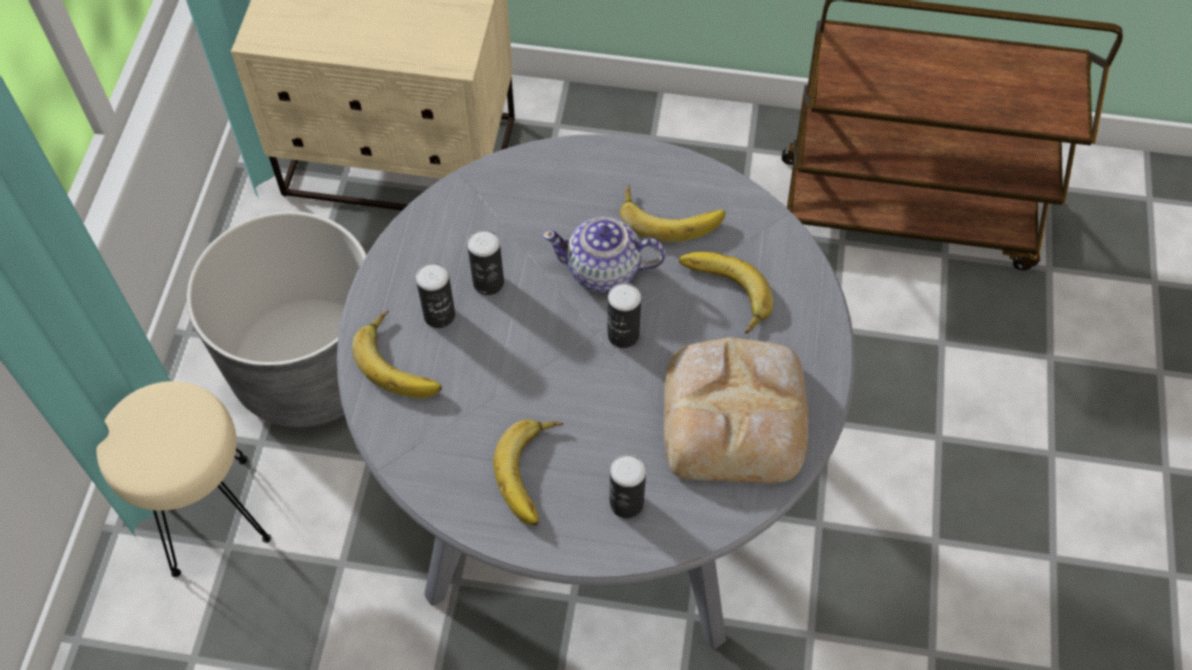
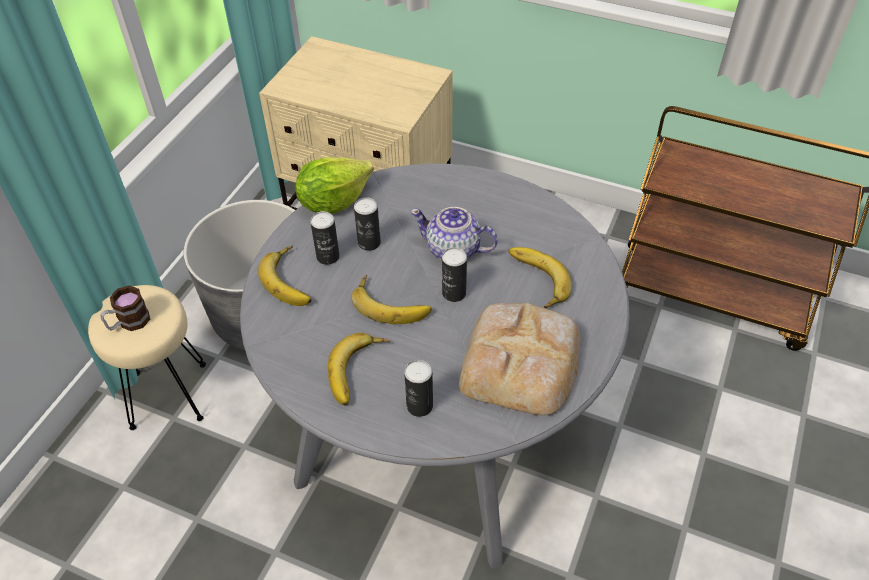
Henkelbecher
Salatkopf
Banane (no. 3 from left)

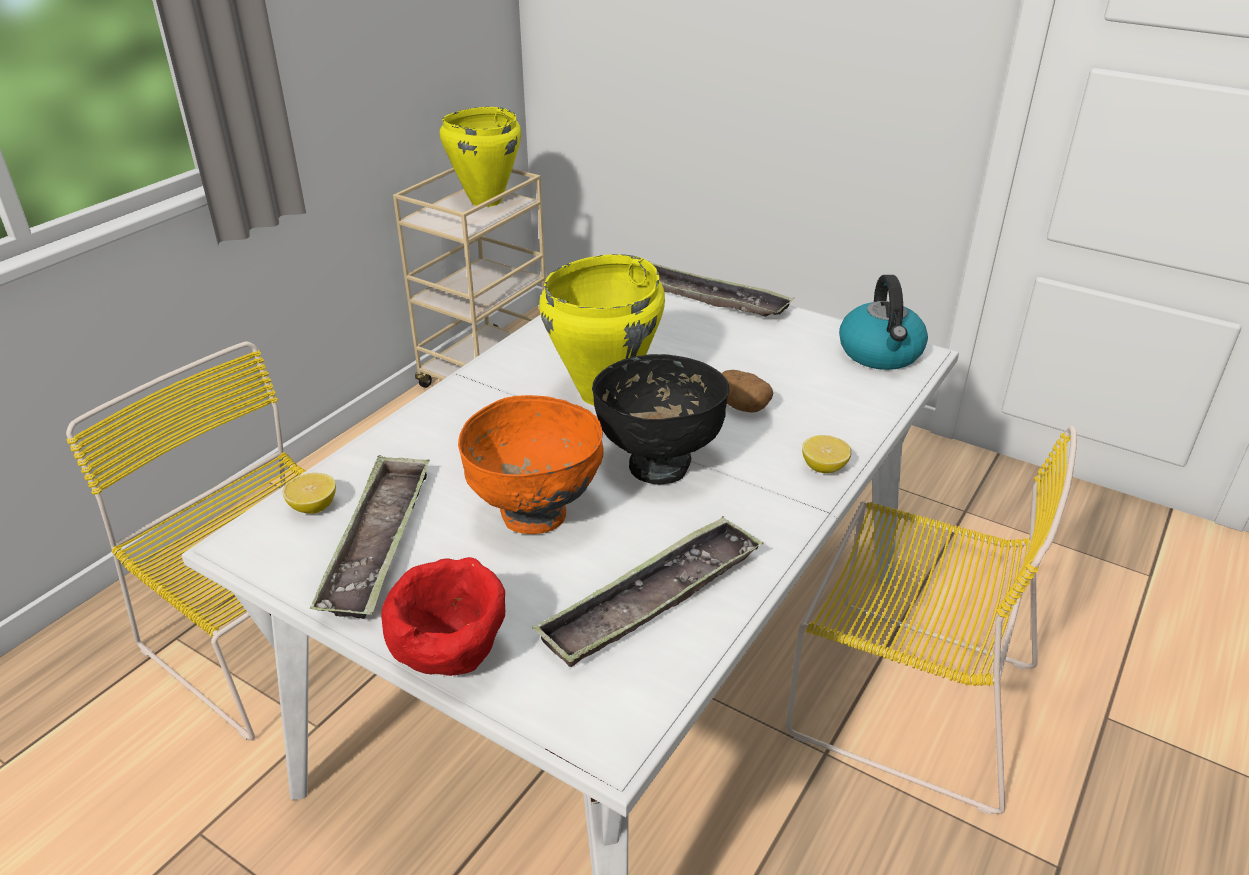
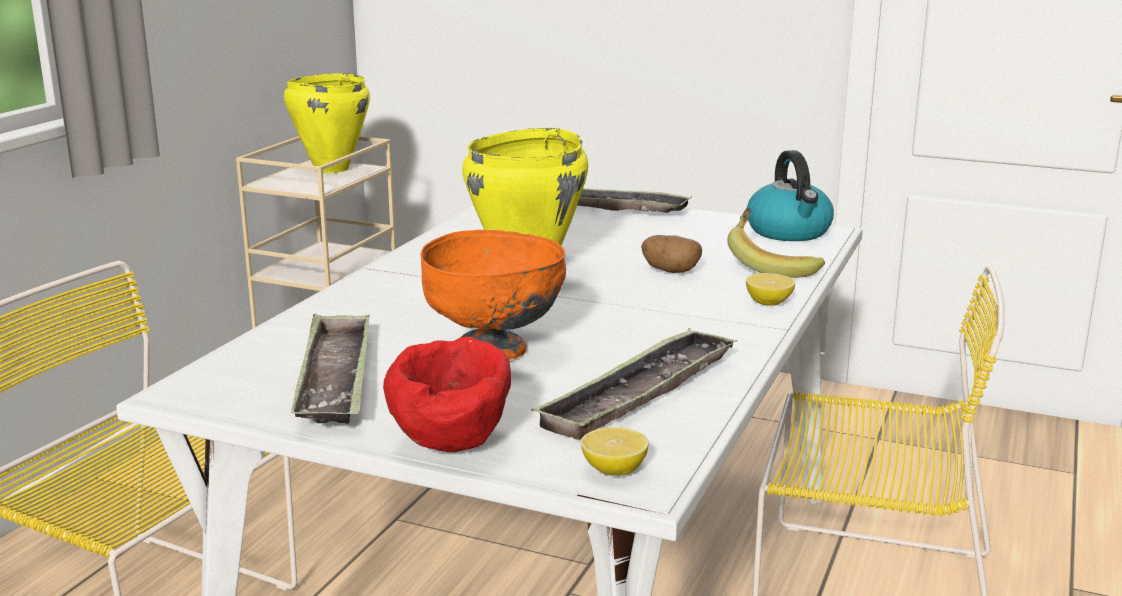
Zitrone (no. 1 from left)
Banane
Schüssel/schwarz

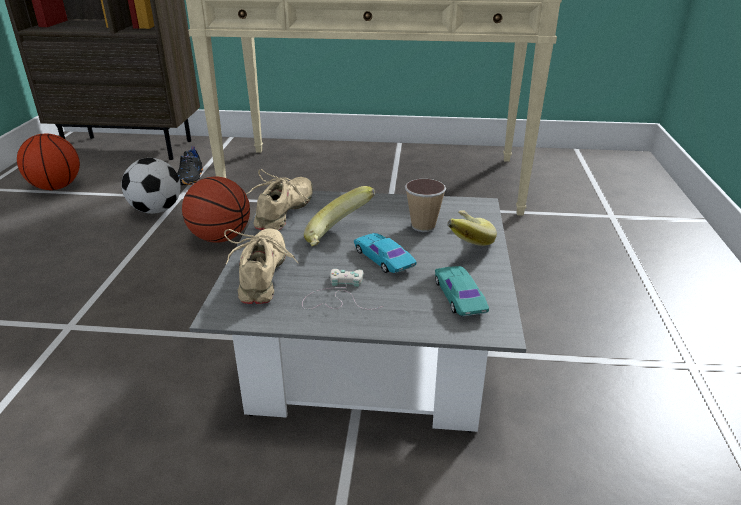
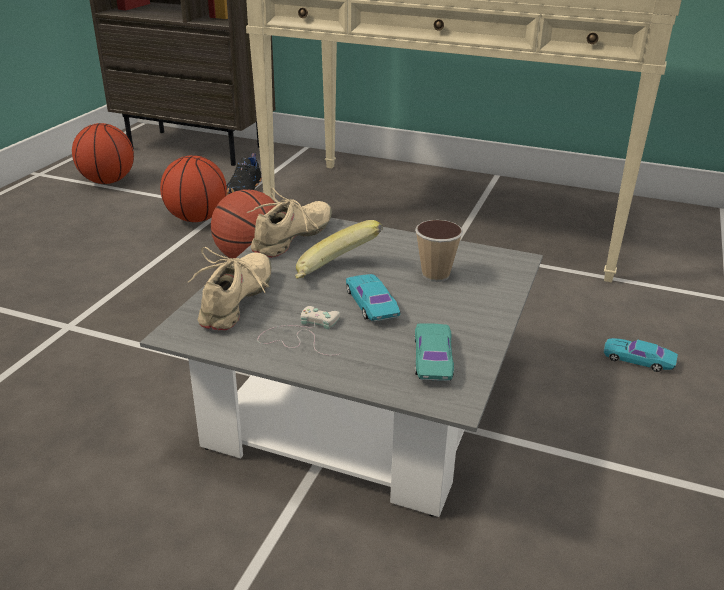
Basketball (no. 2 from left)
Spielzeugauto/türkis (no. 3 from left)
Banane (no. 2 from left in the first image)

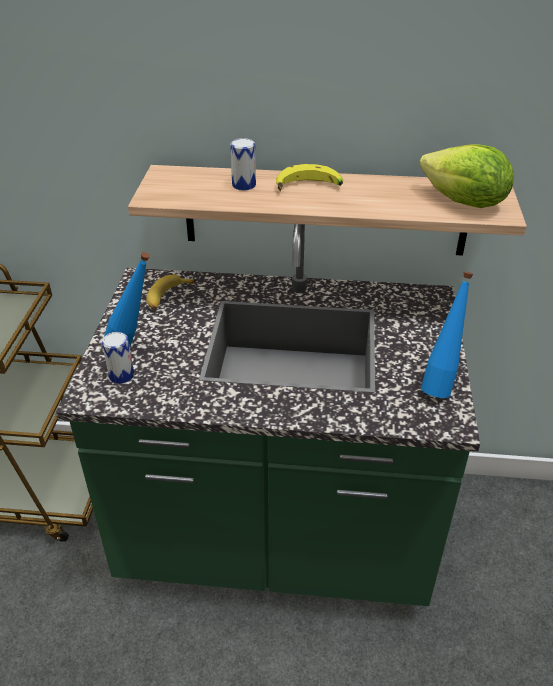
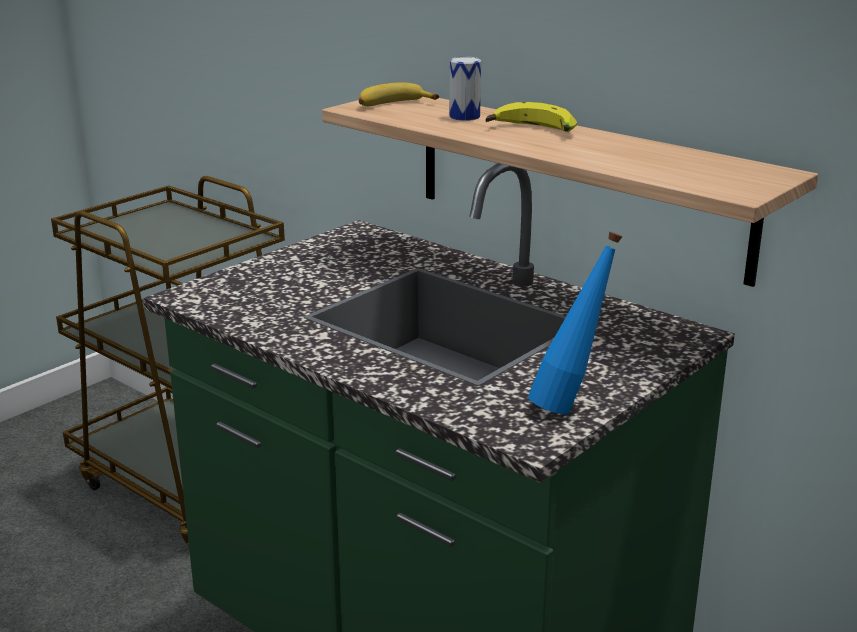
Banane (no. 1 from left)
Dose (no. 1 from left in the first image)
Flasche/blau (no. 1 from left in the first image)
Salatkopf

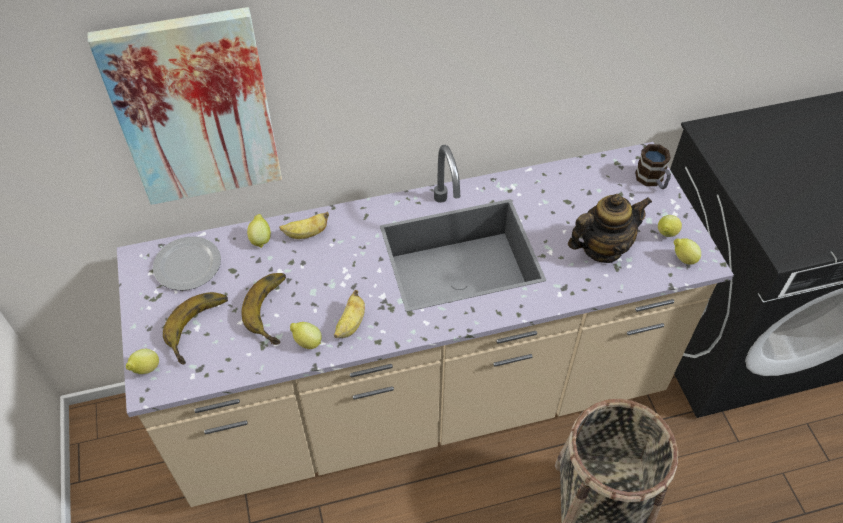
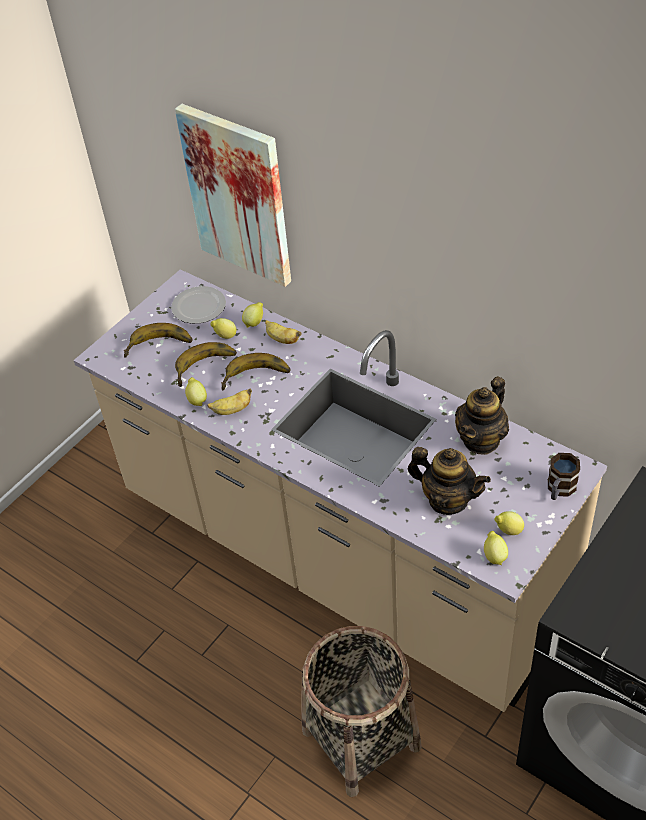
Zitrone (no. 2 from left)
Banane (no. 4 from left)
Teekanne (no. 2 from left)

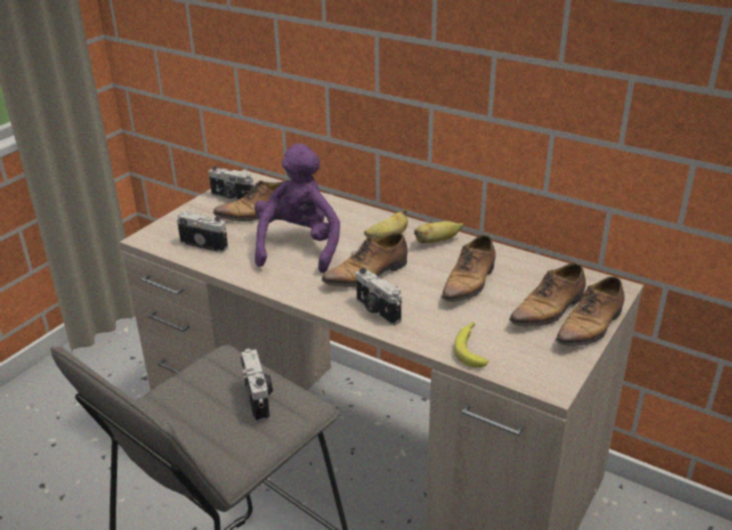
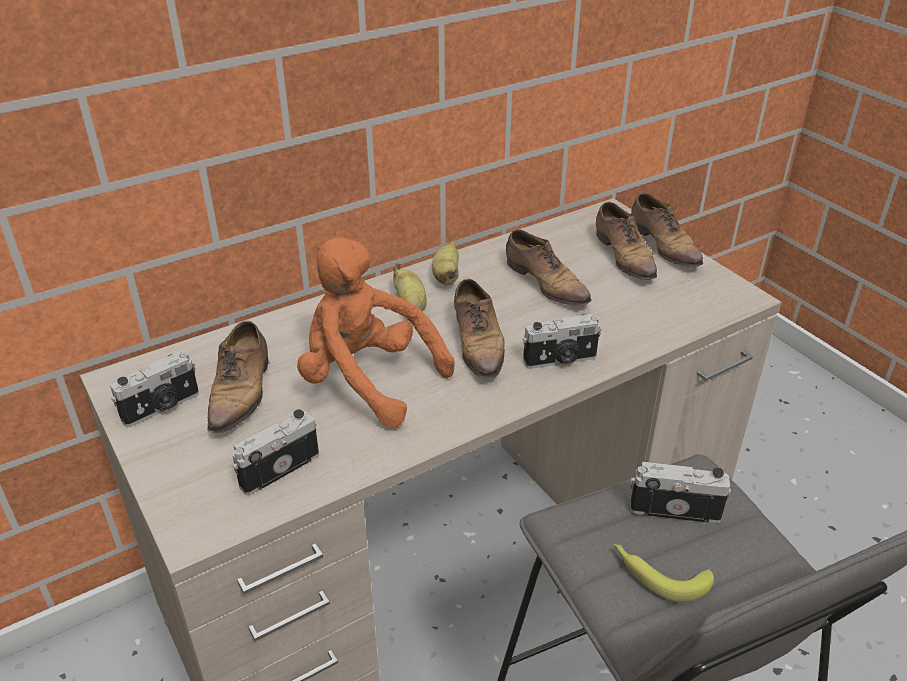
Plüschtier/orange
Banane (no. 3 from left)

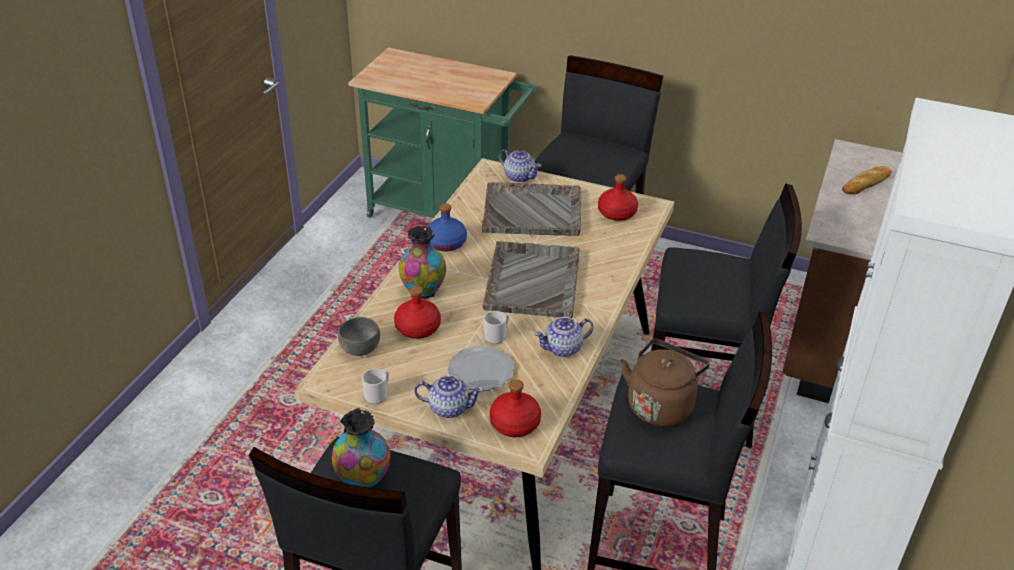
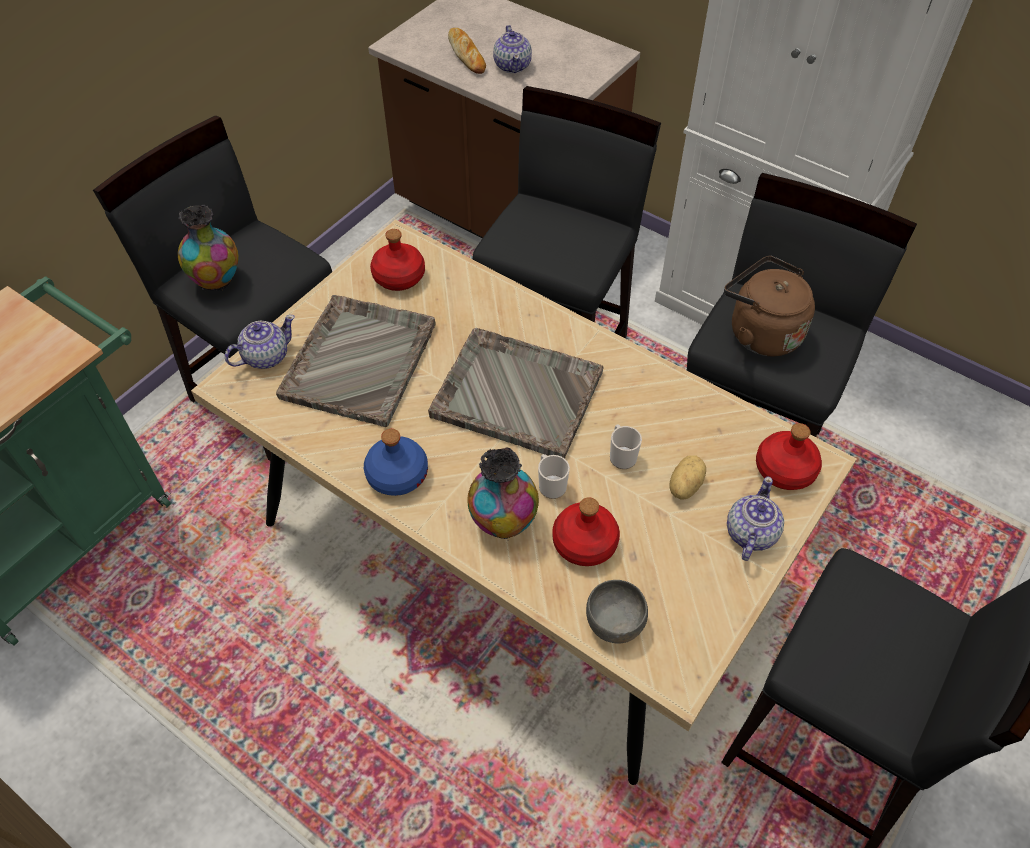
Vase (no. 1 from left)
Teekanne (no. 2 from left)
Henkelbecher (no. 1 from left)
Kartoffel

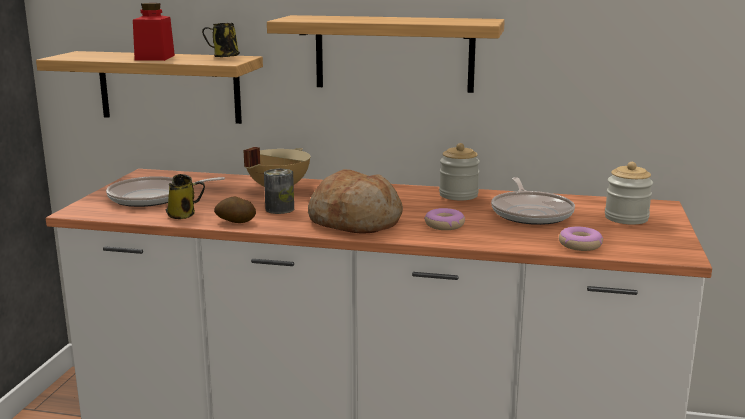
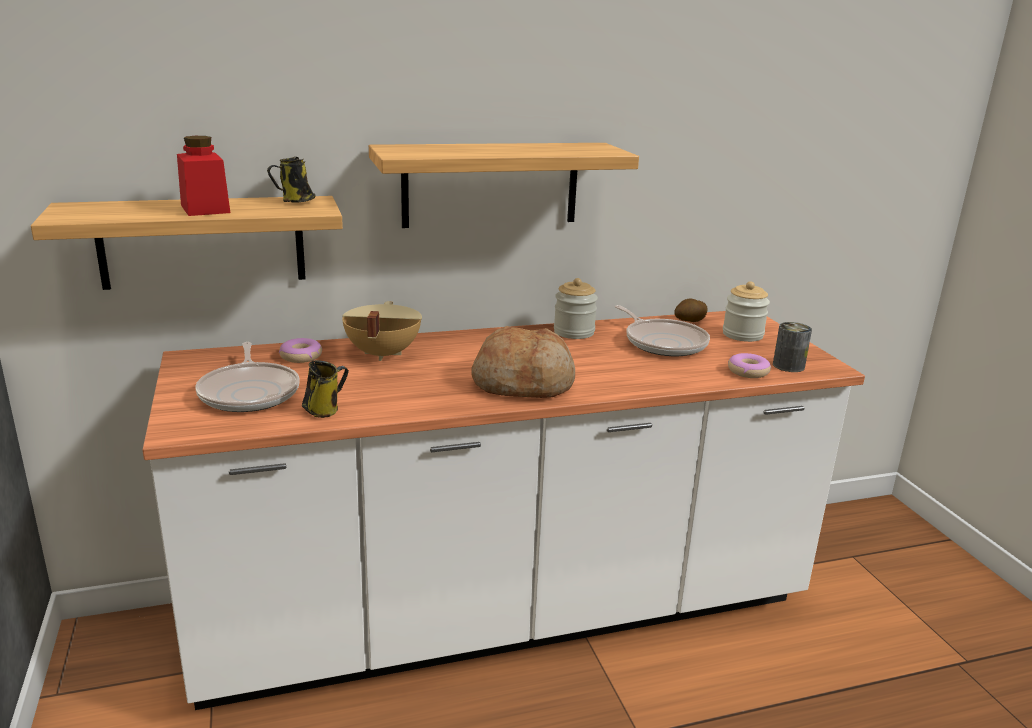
Pfanne (no. 1 from left)
Donut (no. 1 from left)
Kartoffel
Dose

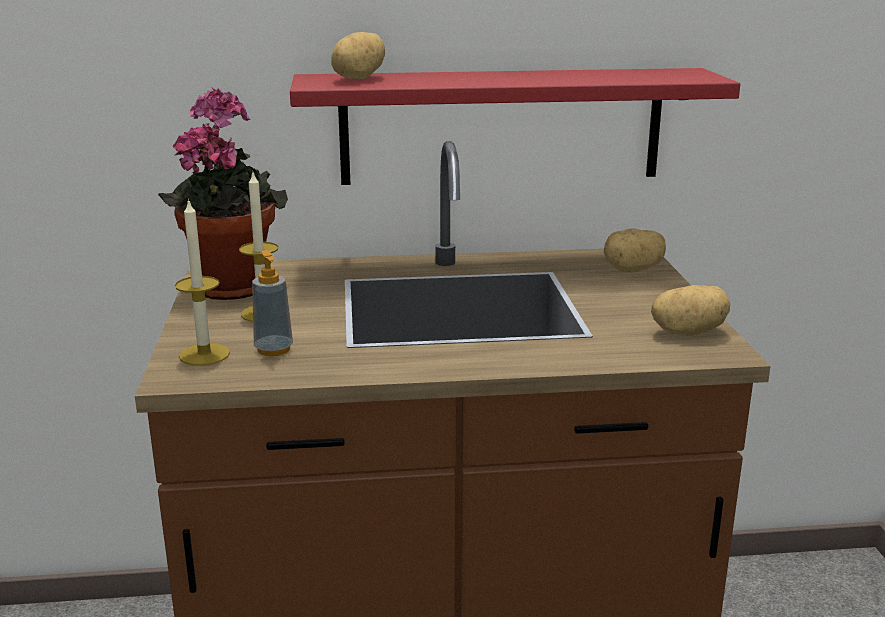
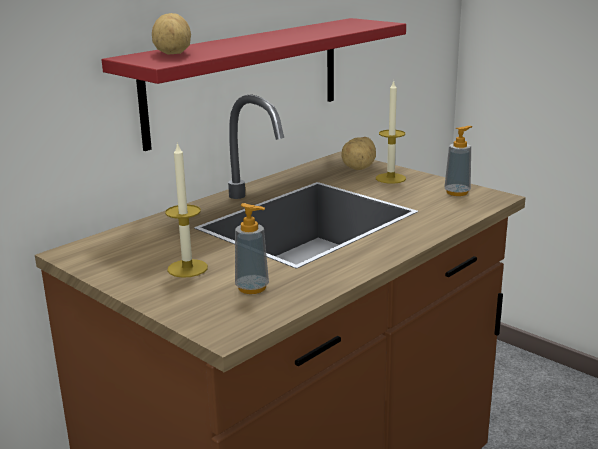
Kerze (no. 2 from left)
Seifenspender (no. 2 from left)
Topfpflanze

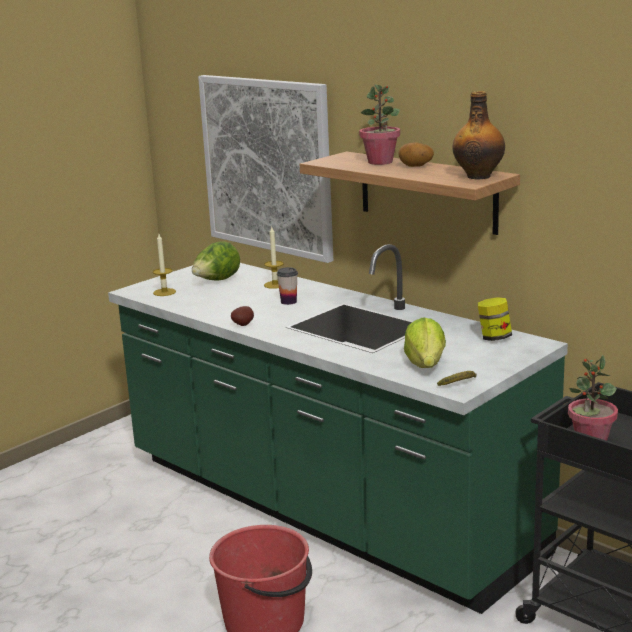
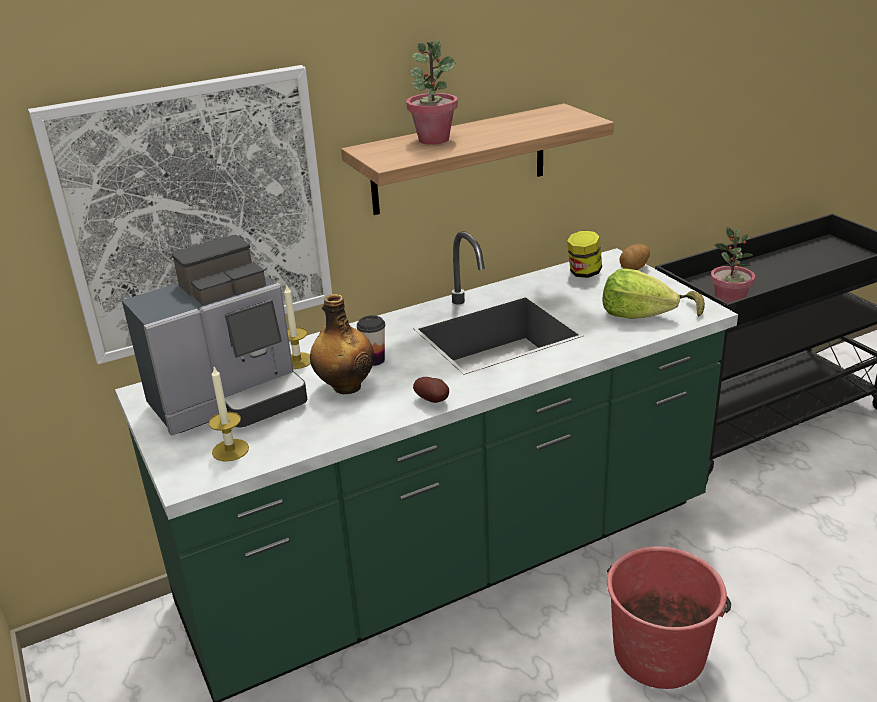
Kaffeemaschine
Flasche
Kartoffel (no. 2 from left)

